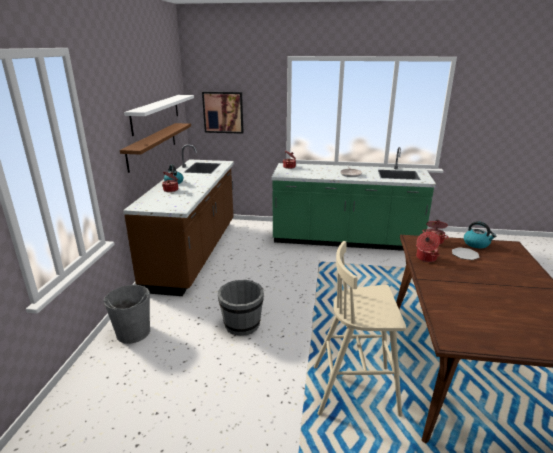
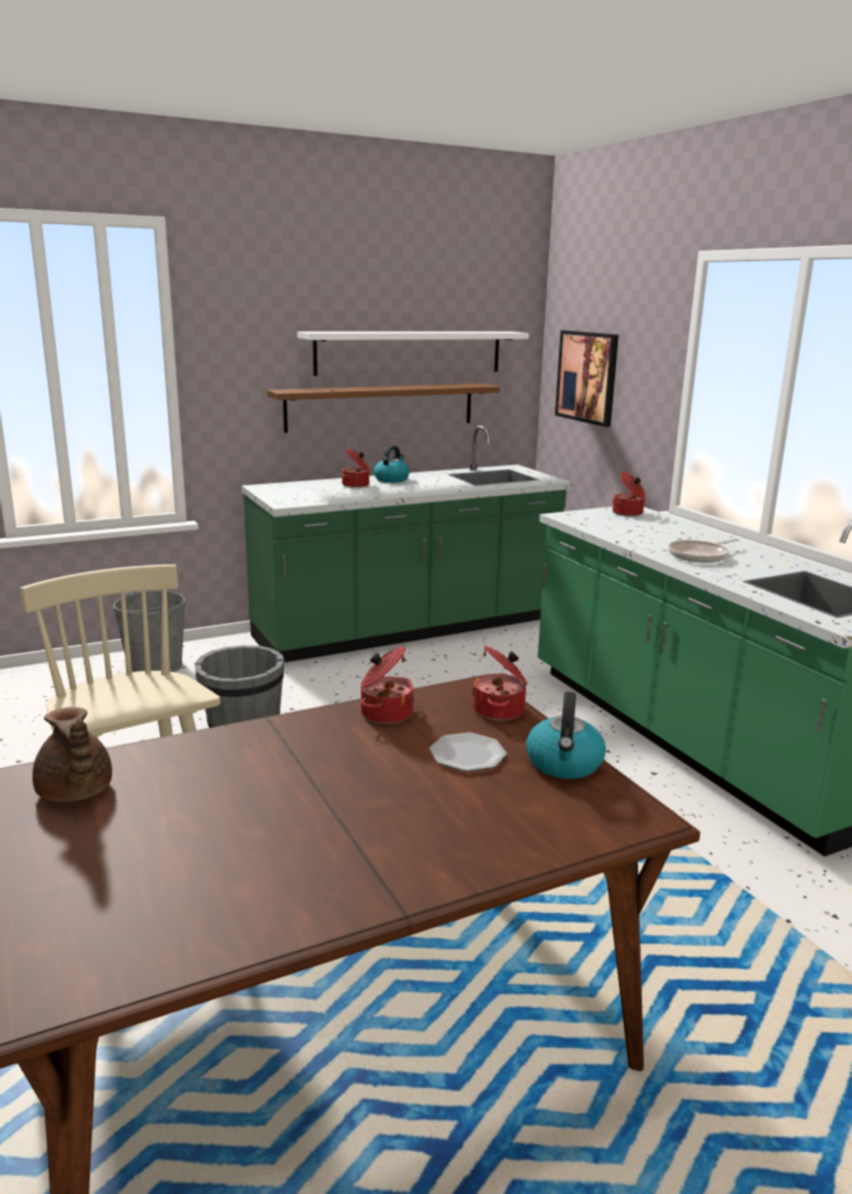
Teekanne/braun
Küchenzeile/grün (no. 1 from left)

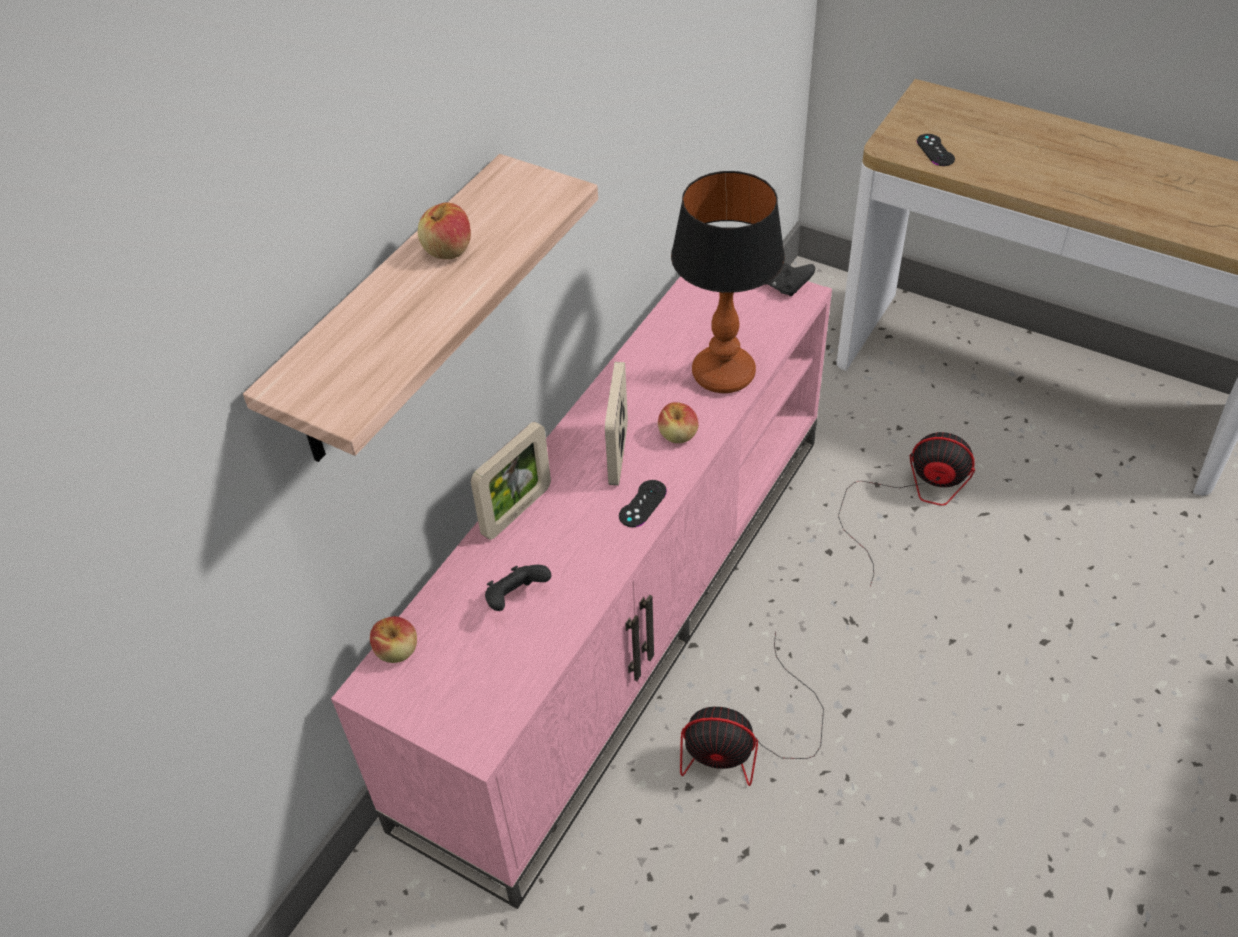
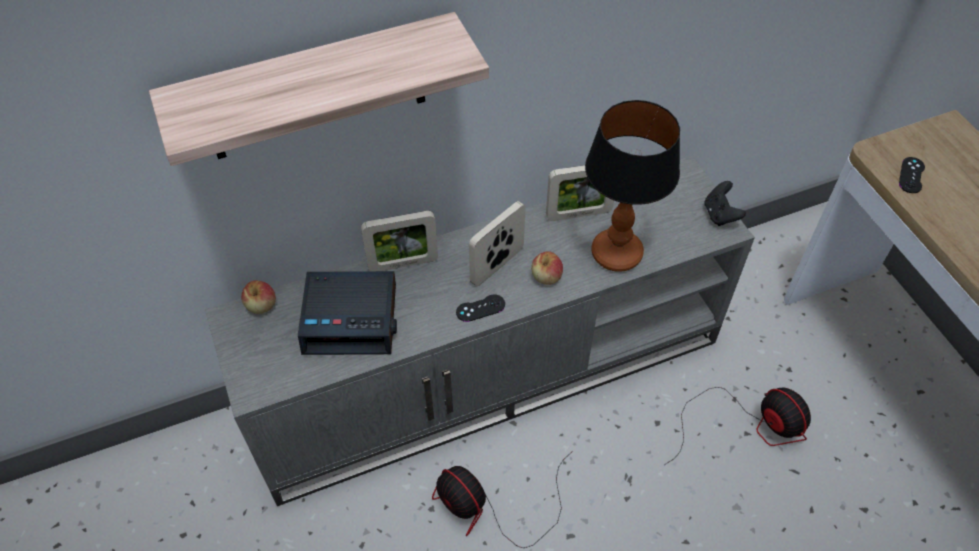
Fernsehschrank/grau
Wecker
Bilderrahmen (no. 3 from left)
Apfel (no. 2 from left in the first image)

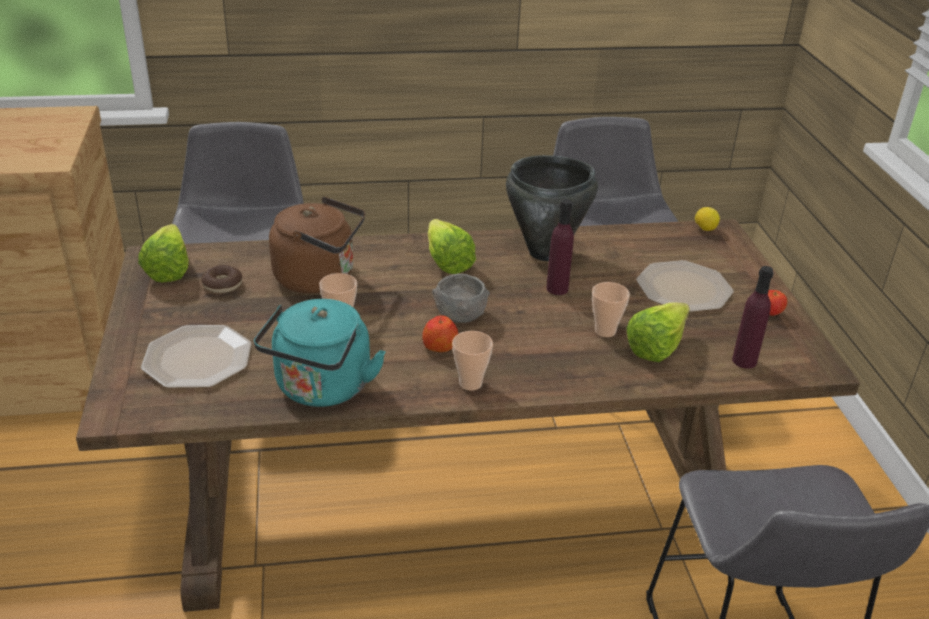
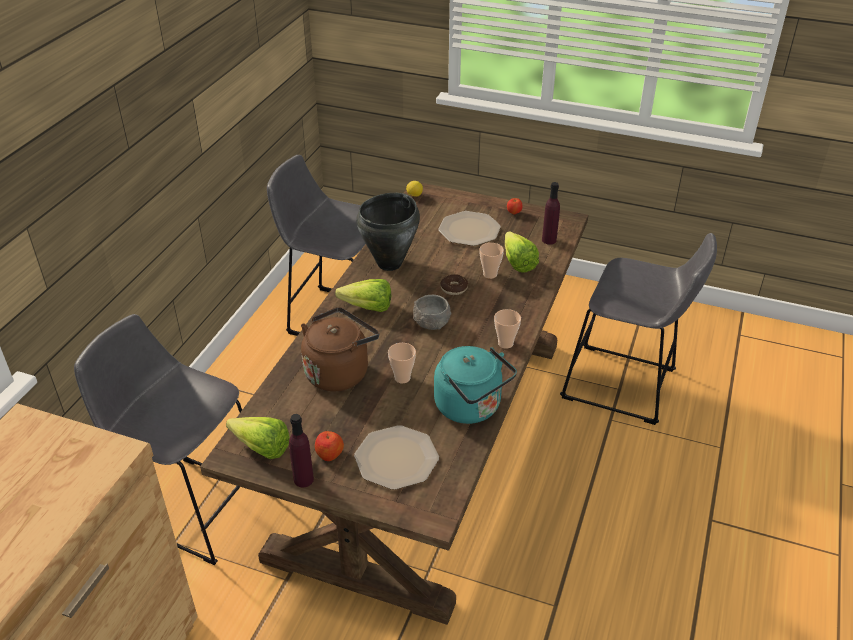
Flasche/lila (no. 1 from left)
Apfel (no. 1 from left)
Donut

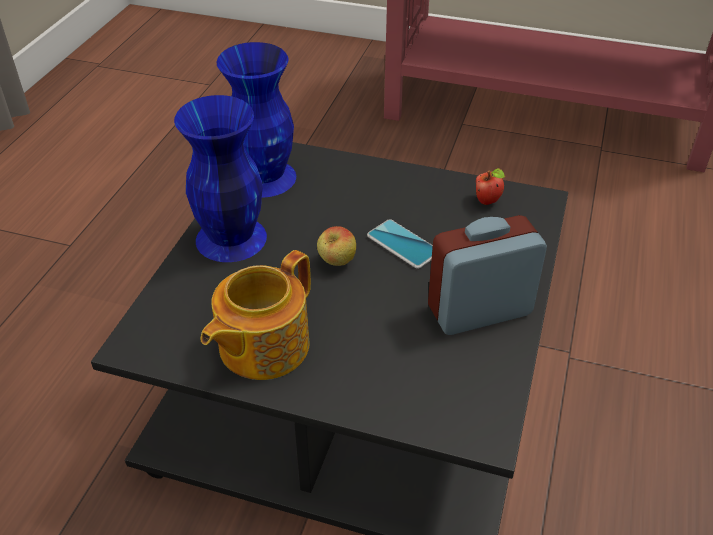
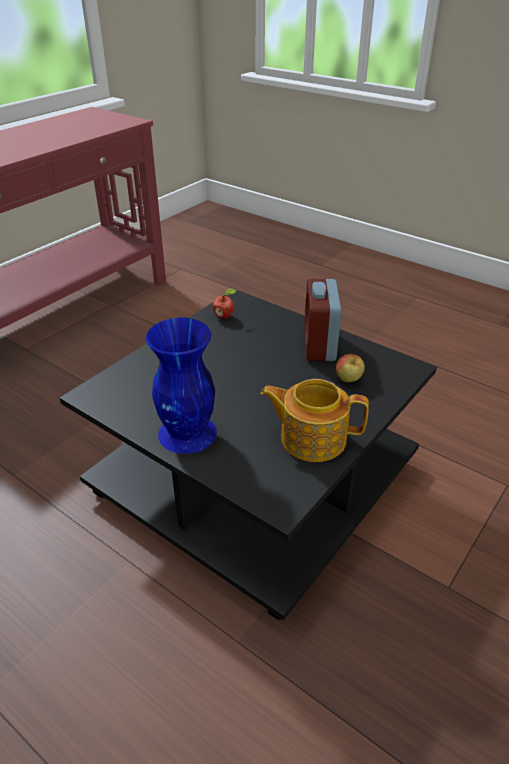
Teekanne
Apfel (no. 2 from left)
Vase/blau (no. 2 from left in the first image)
Handy

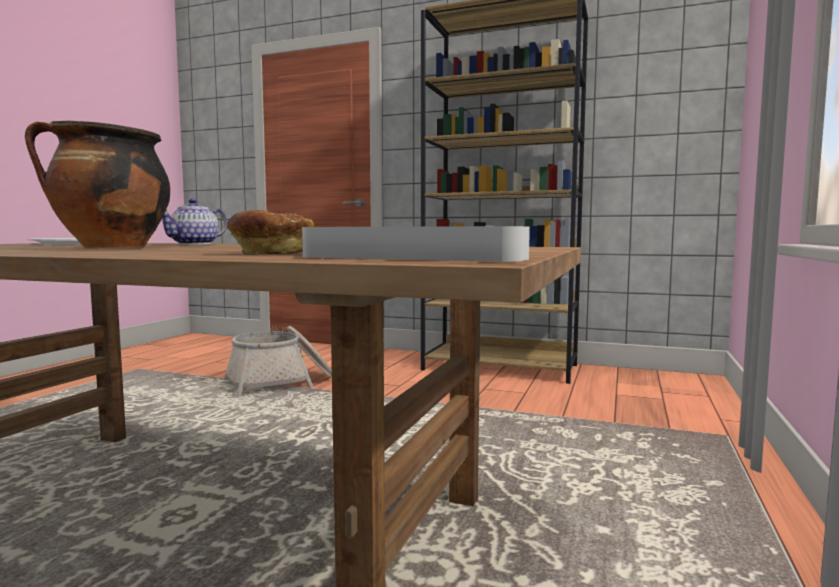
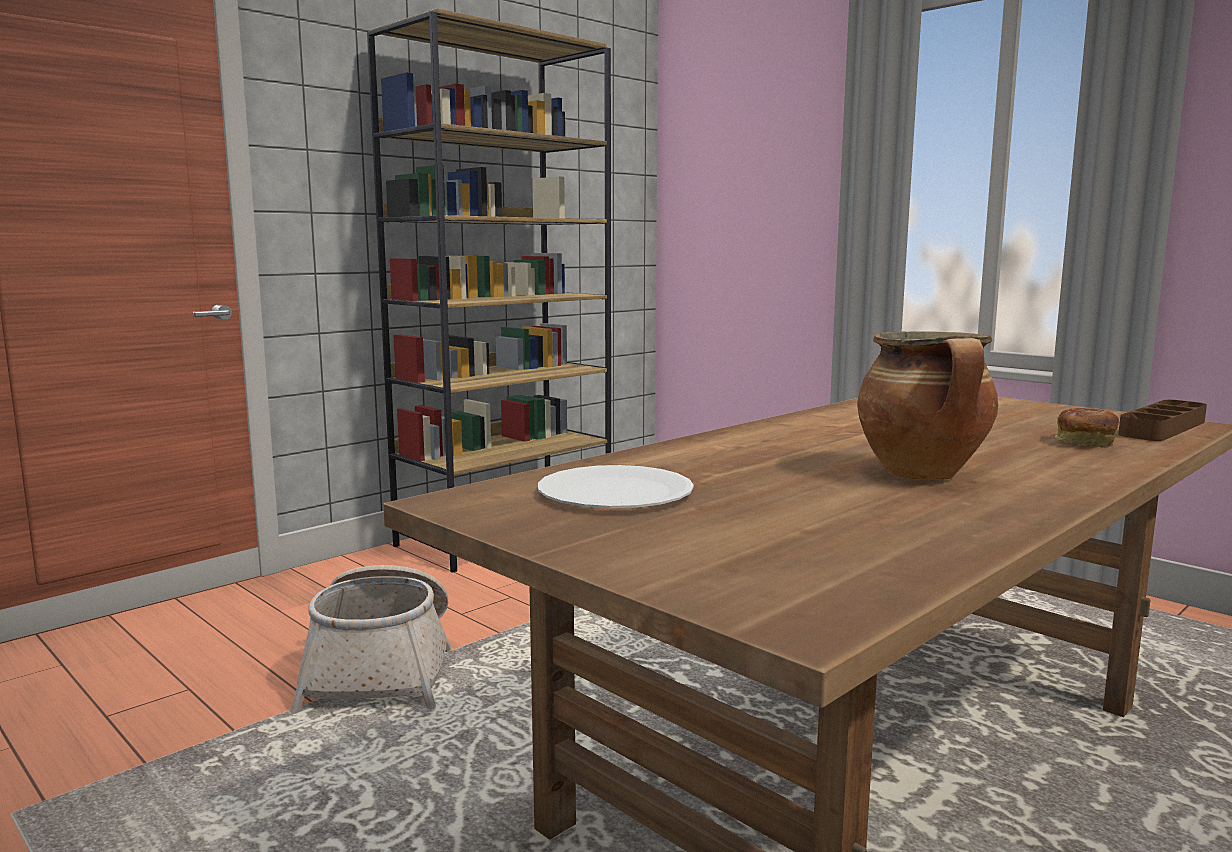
Tablett/braun
Teekanne

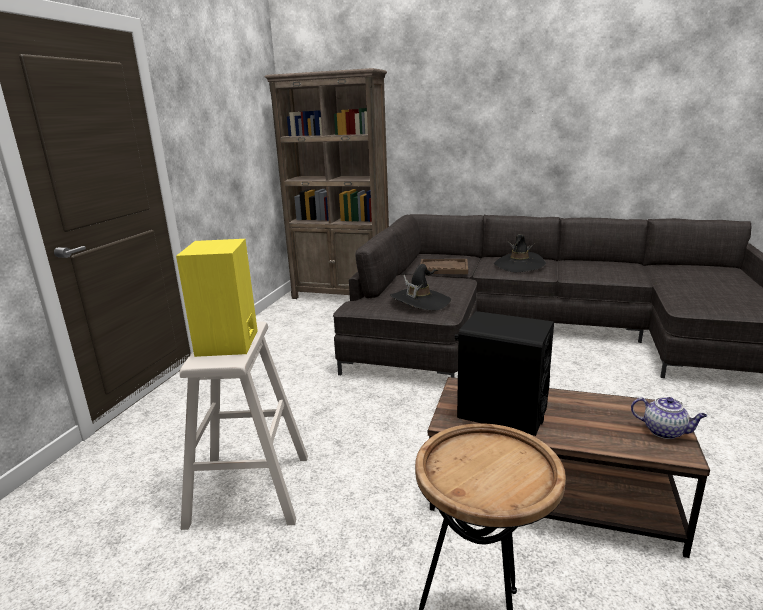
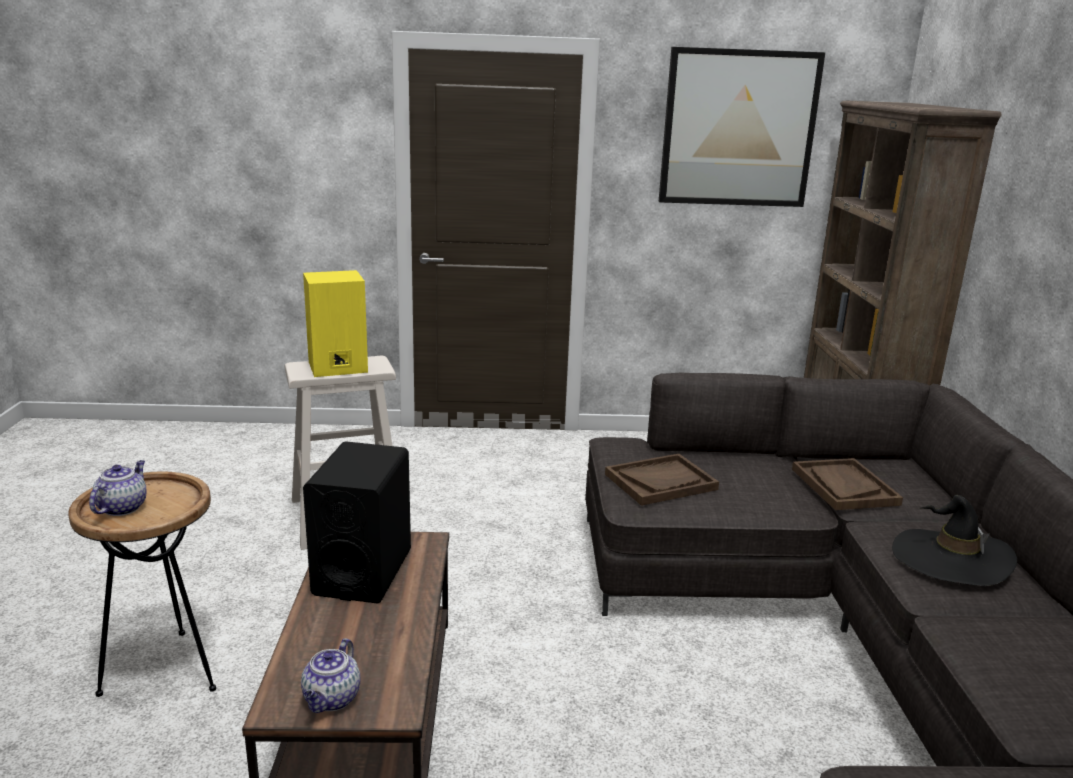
Teekanne (no. 1 from left)
Tablett/braun (no. 1 from left)
Bild

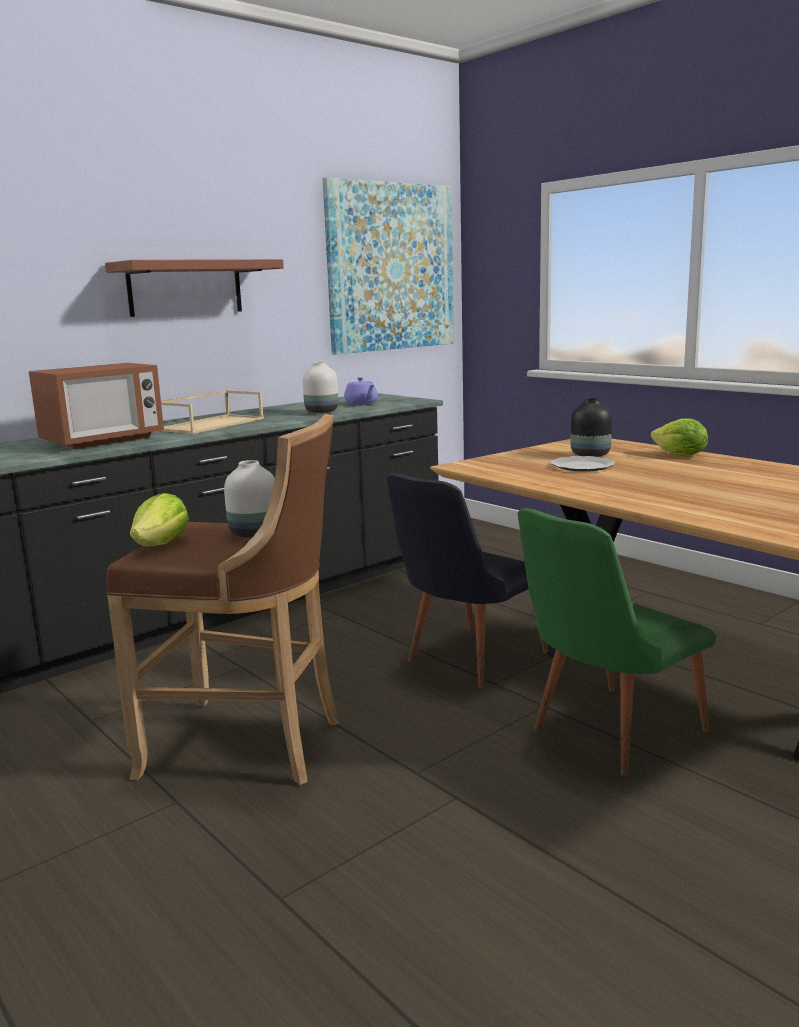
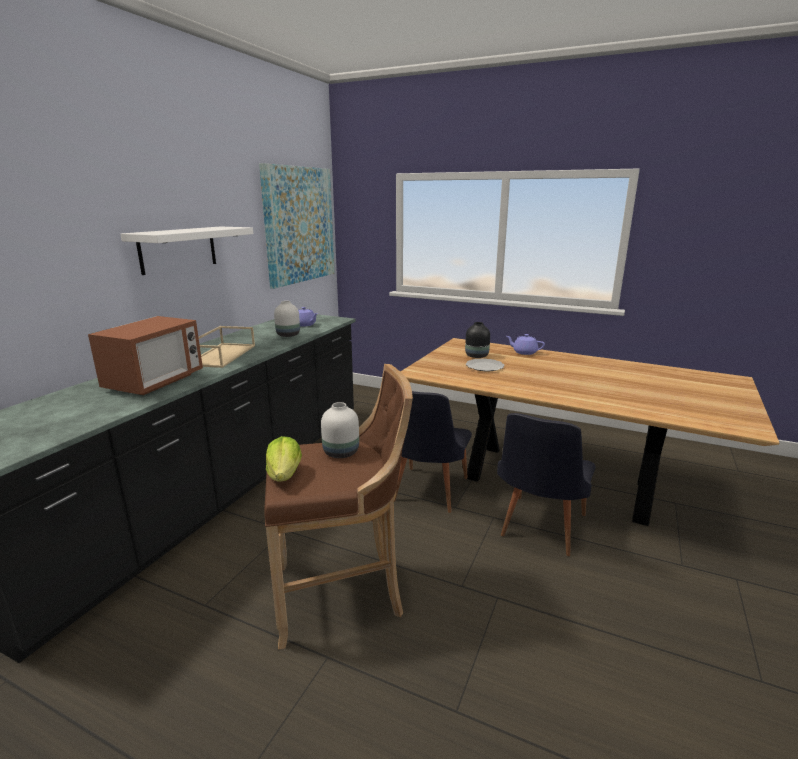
Wandregal/weiß
Stuhl/schwarz (no. 2 from left)
Teekanne/lila (no. 2 from left)

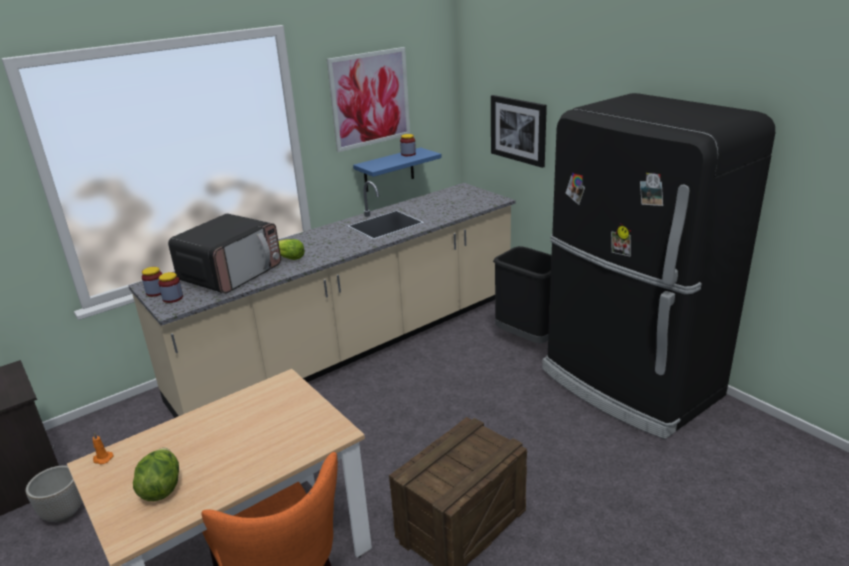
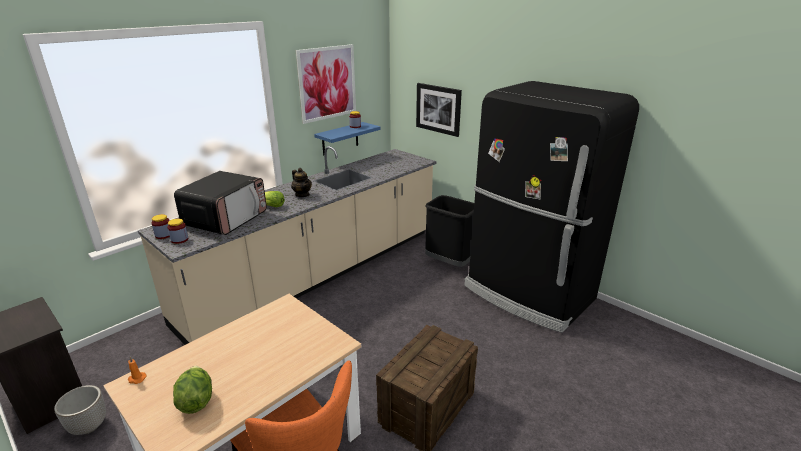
Teekanne

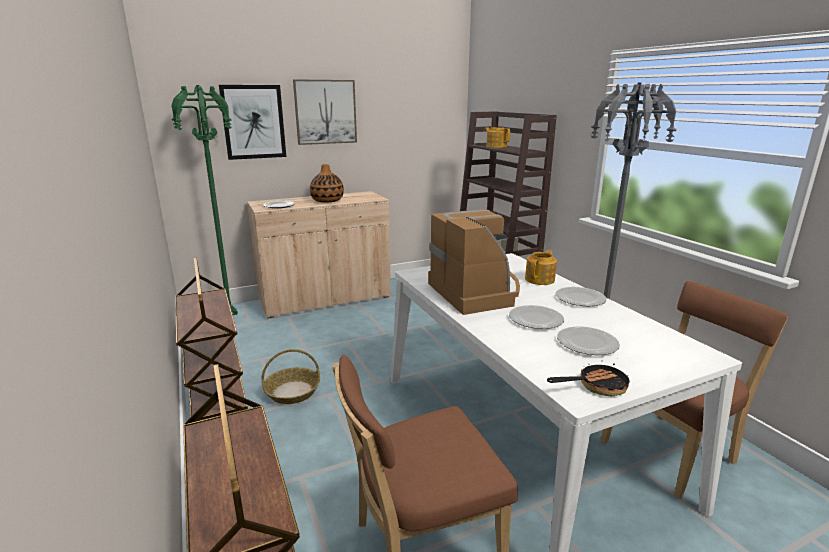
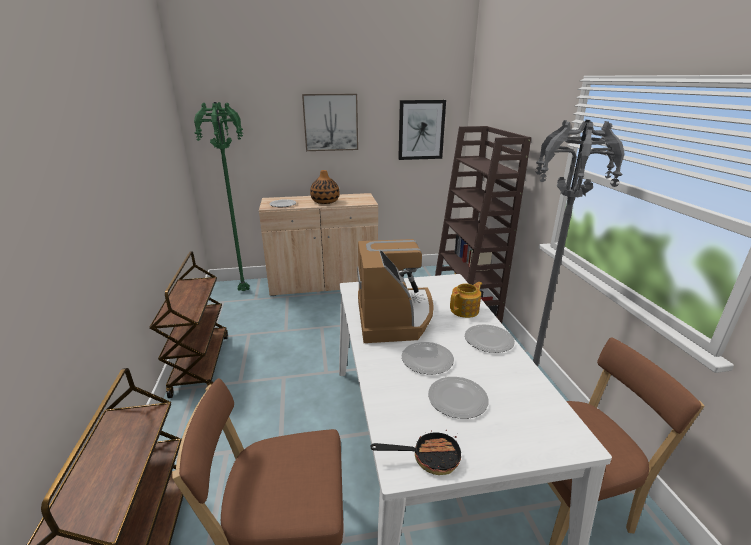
Bild (no. 2 from left)
Korb
Teekanne (no. 1 from left in the first image)

